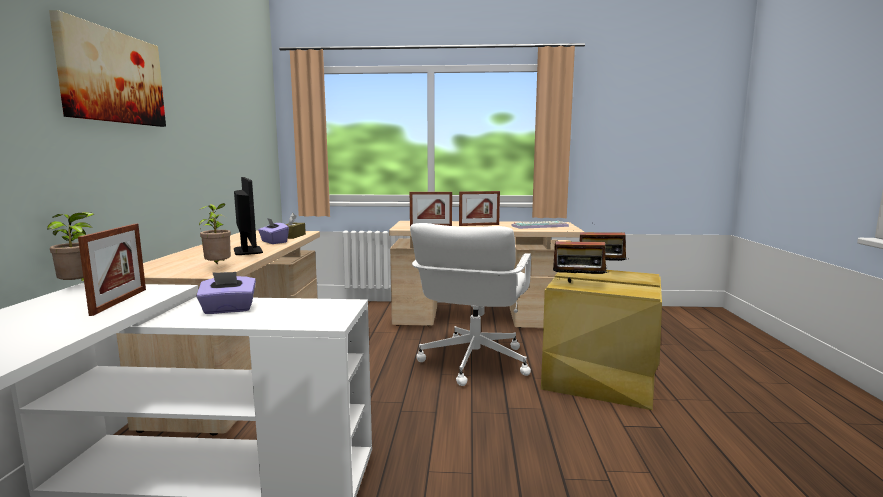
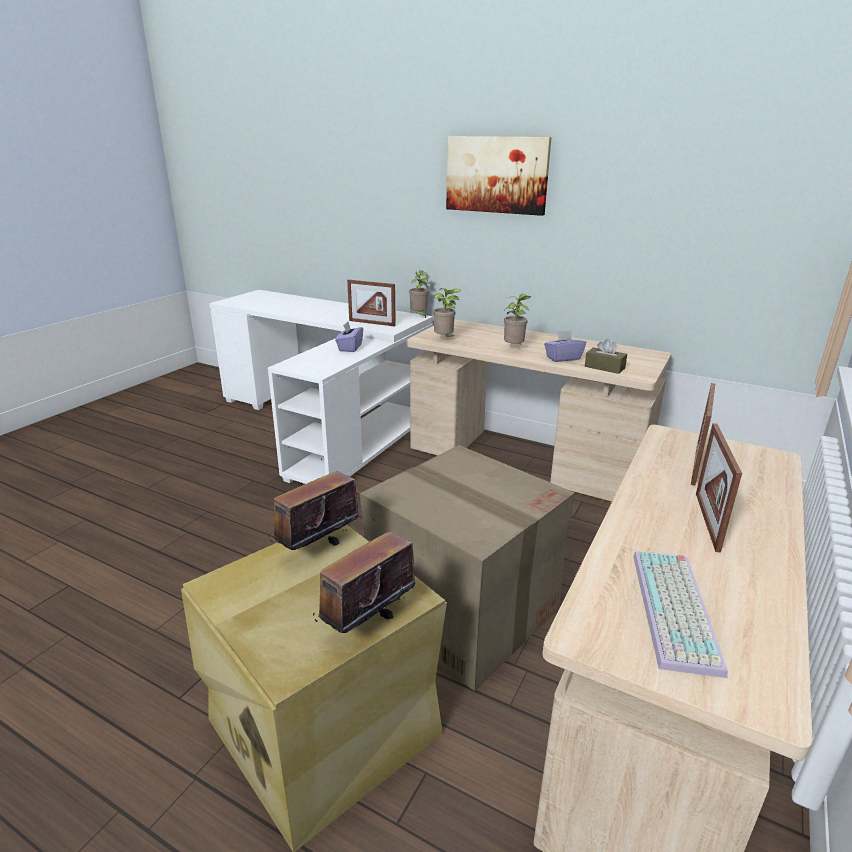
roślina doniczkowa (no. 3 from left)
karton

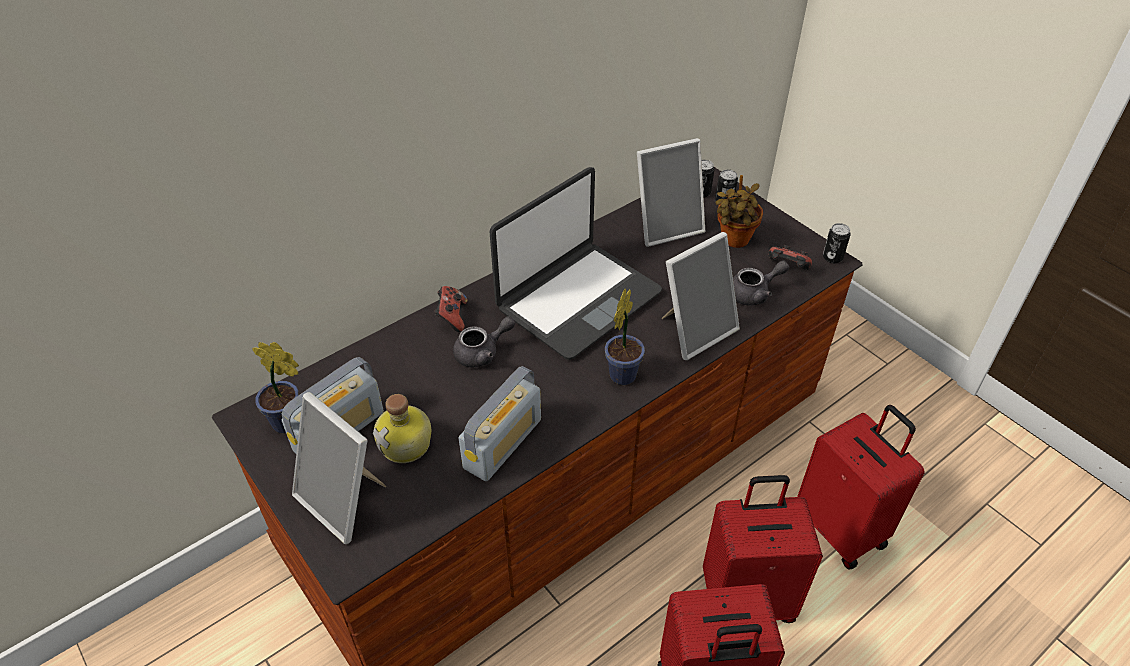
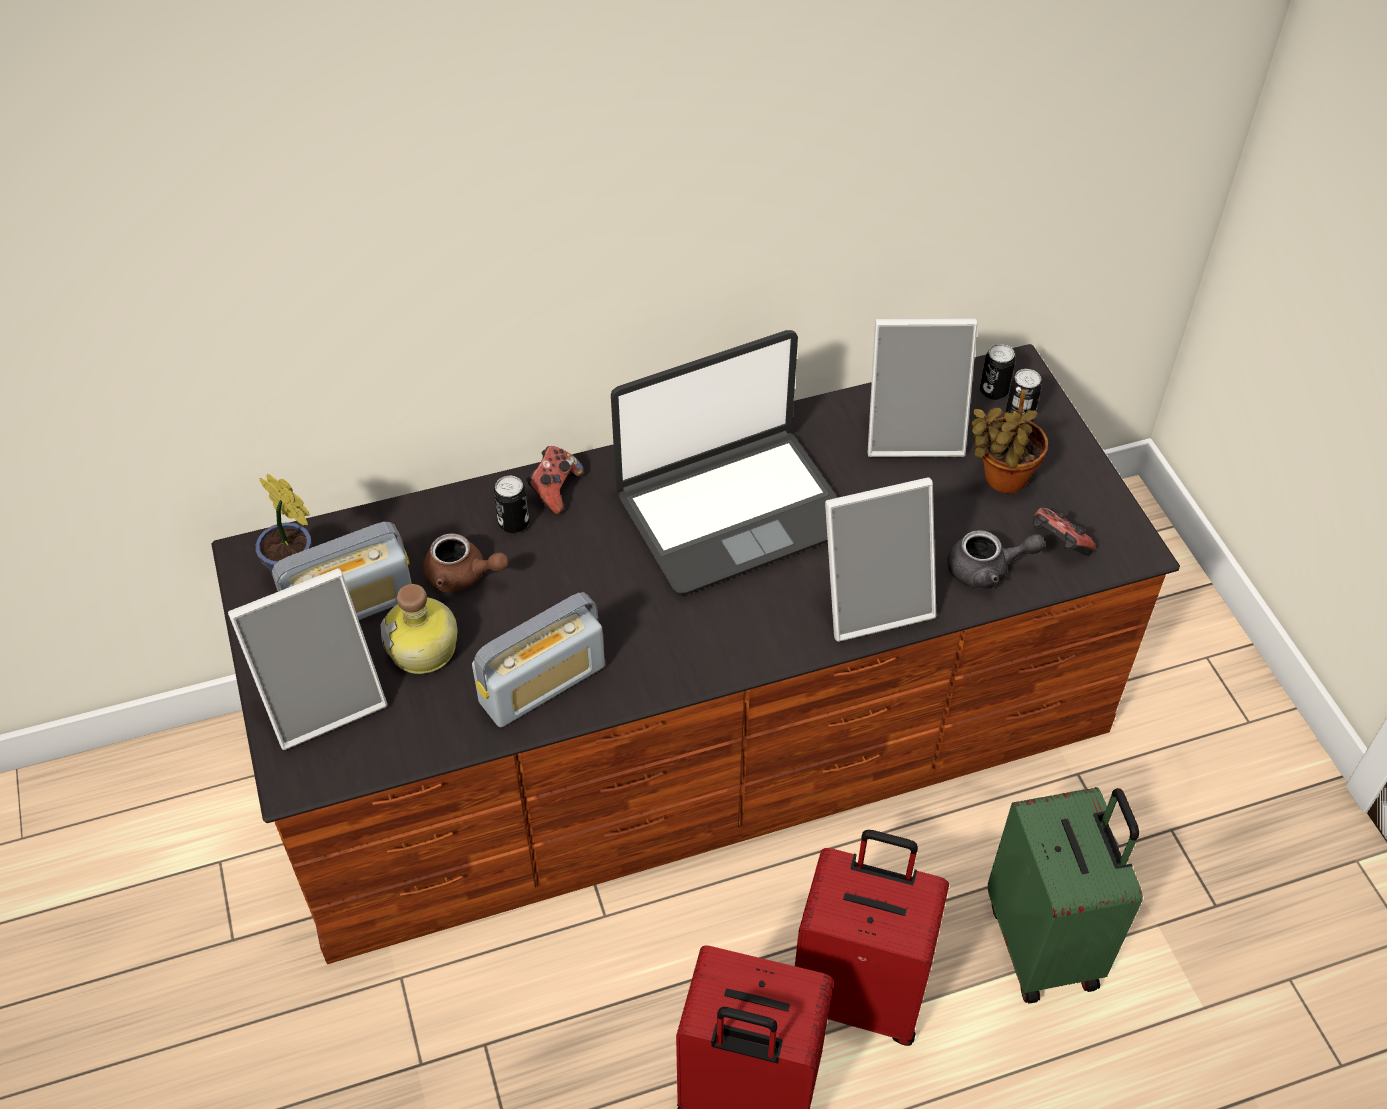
puszka (no. 1 from left)
roślina doniczkowa (no. 2 from left in the first image)
imbryk [szary] (no. 1 from left in the first image)
ramka na zdjęcie (no. 1 from left)
walizka [zielony]
imbryk [brązowy]

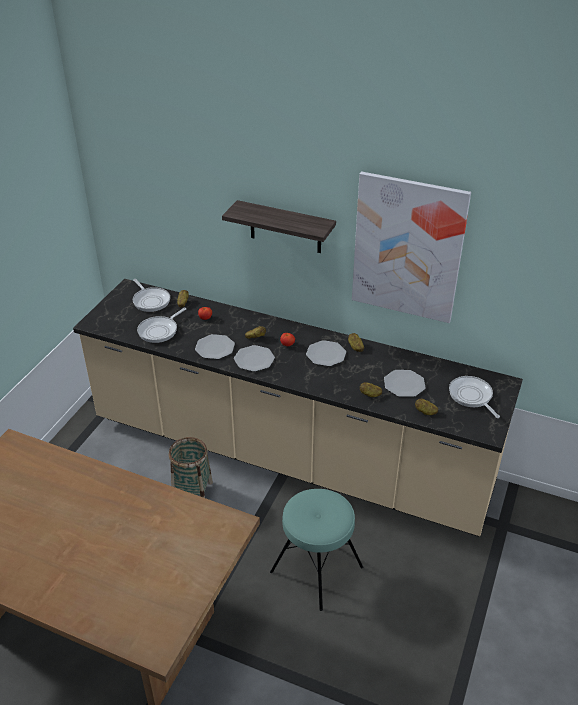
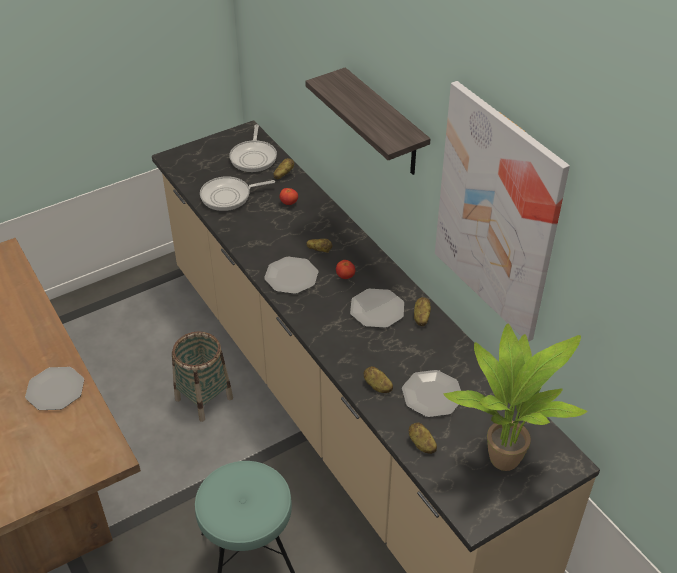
talerz (no. 1 from left)
roślina doniczkowa

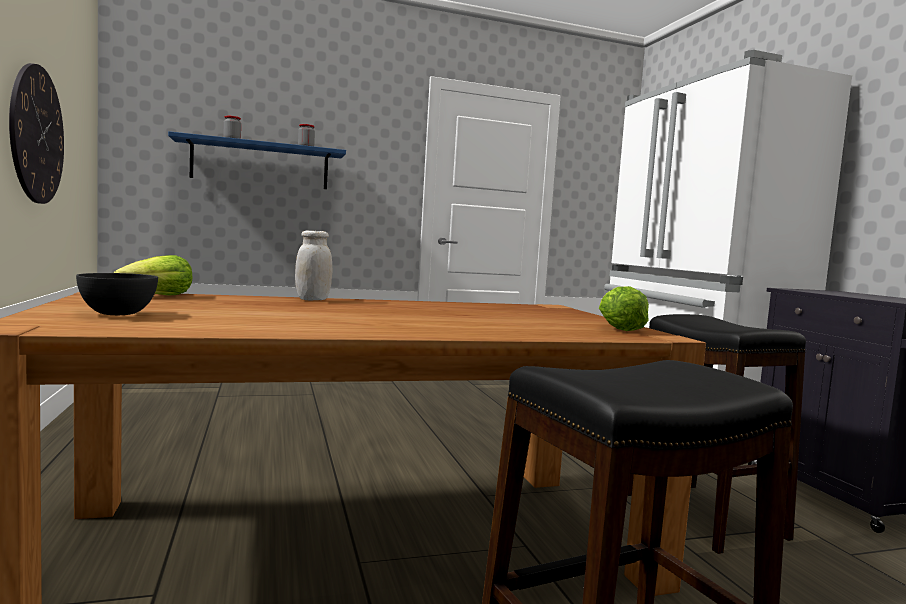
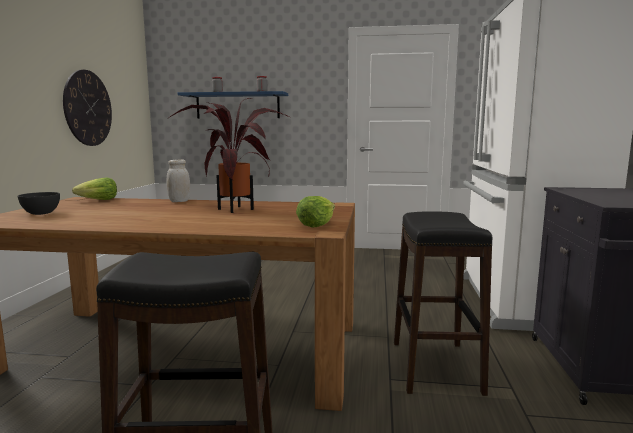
roślina doniczkowa

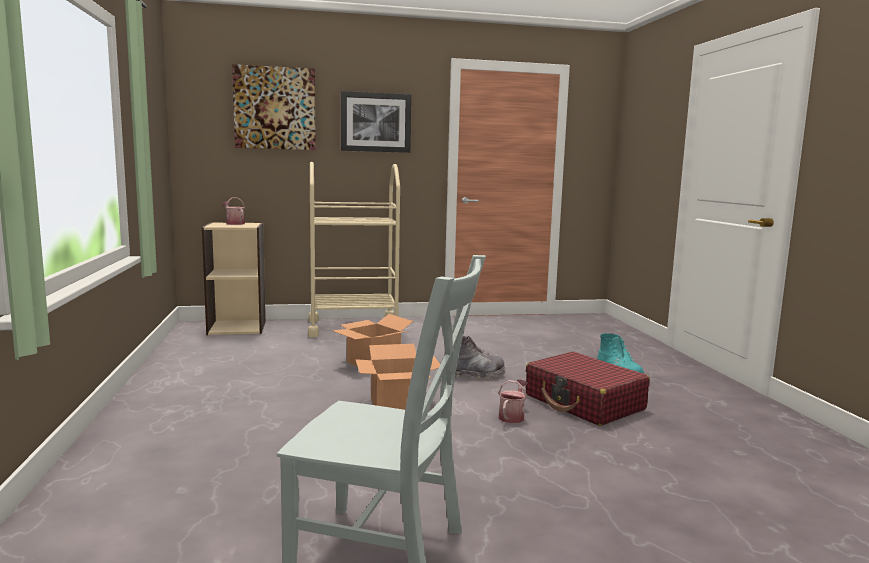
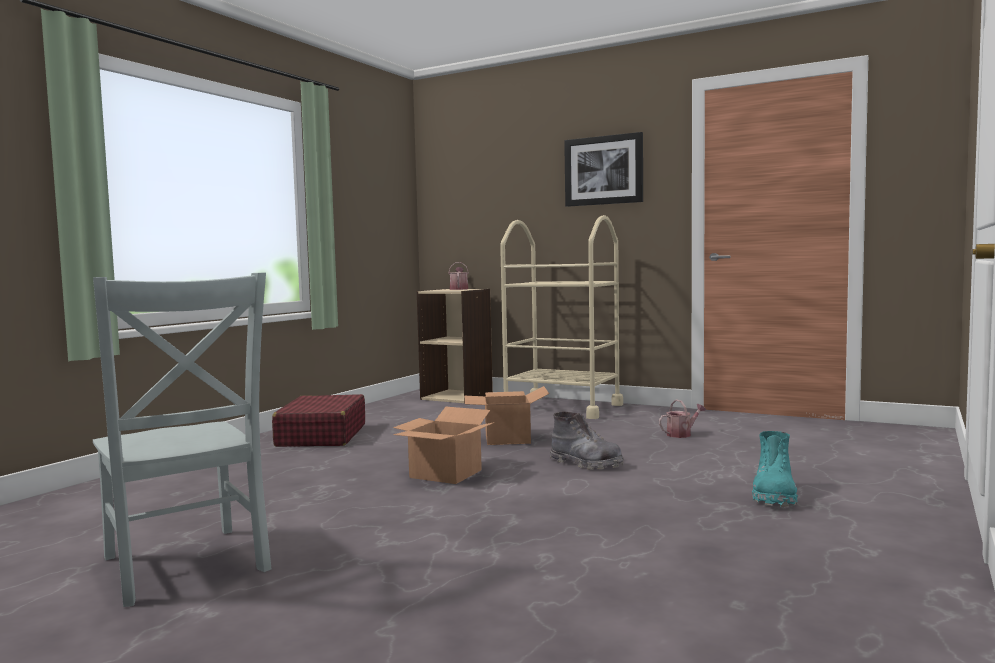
obraz (no. 1 from left in the first image)
walizka [czerwony]
konewka (no. 2 from left)

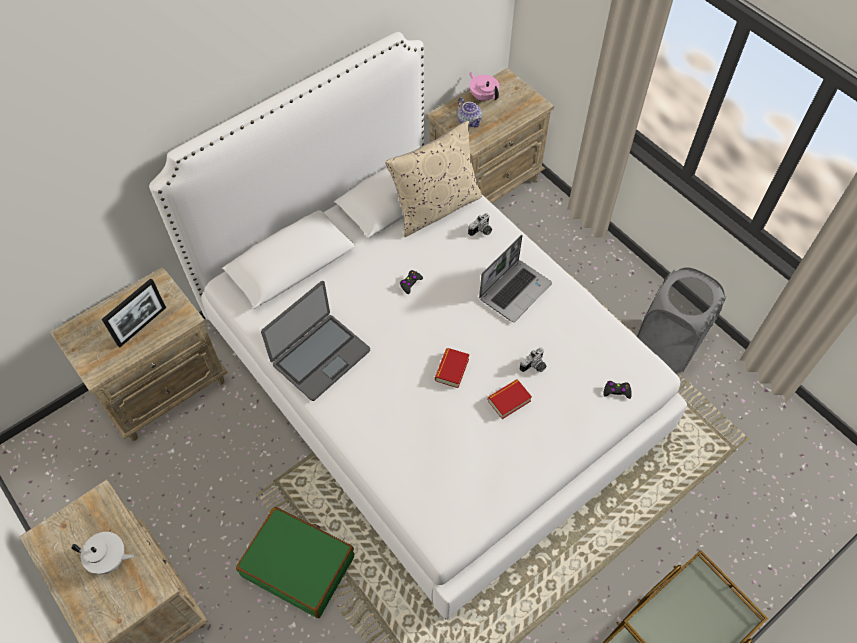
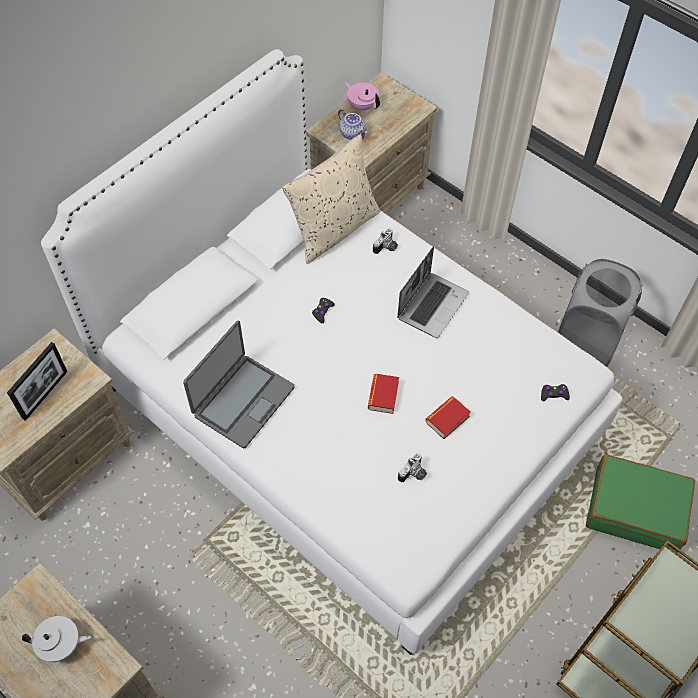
aparat fotograficzny (no. 2 from left)
walizka [zielony]

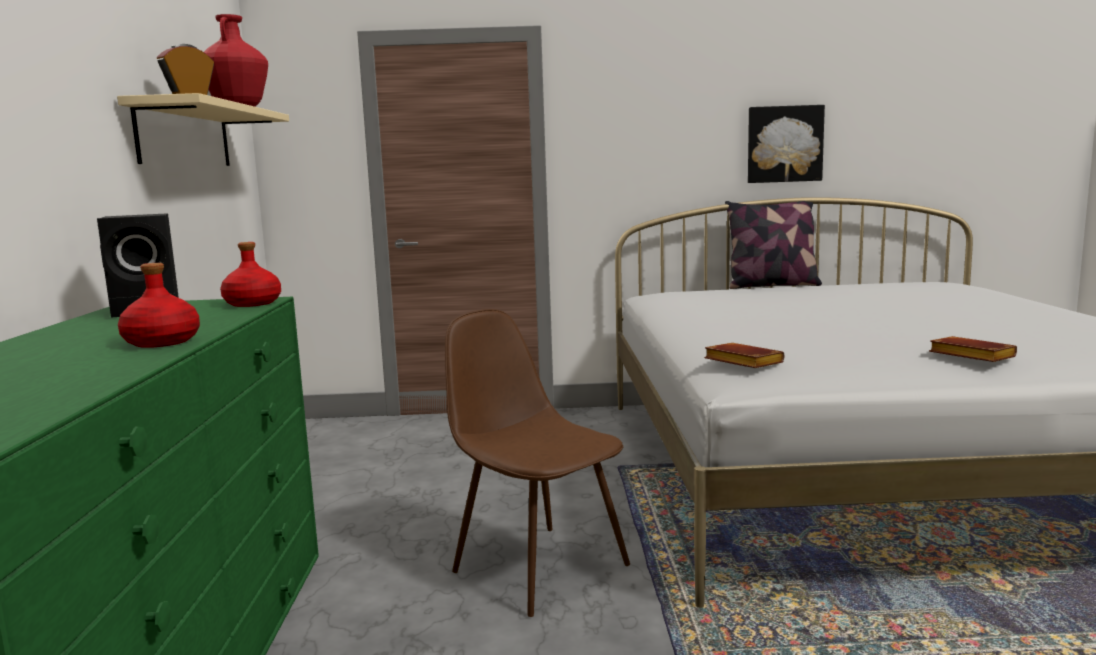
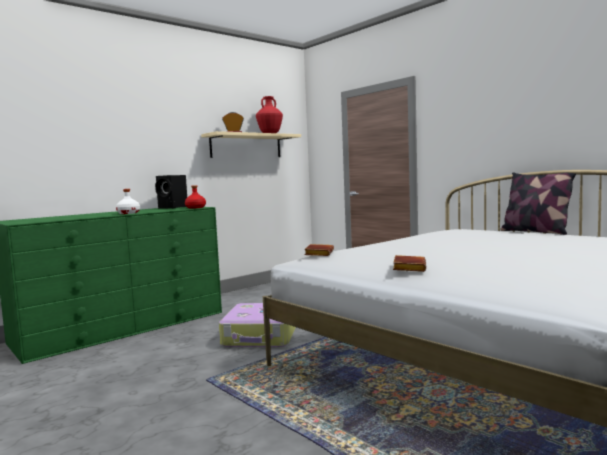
obraz
butelka [biały]
walizka

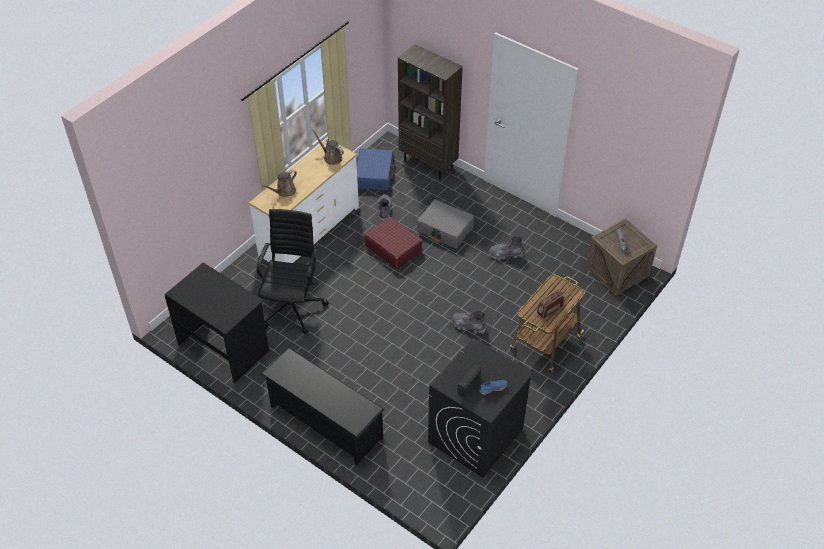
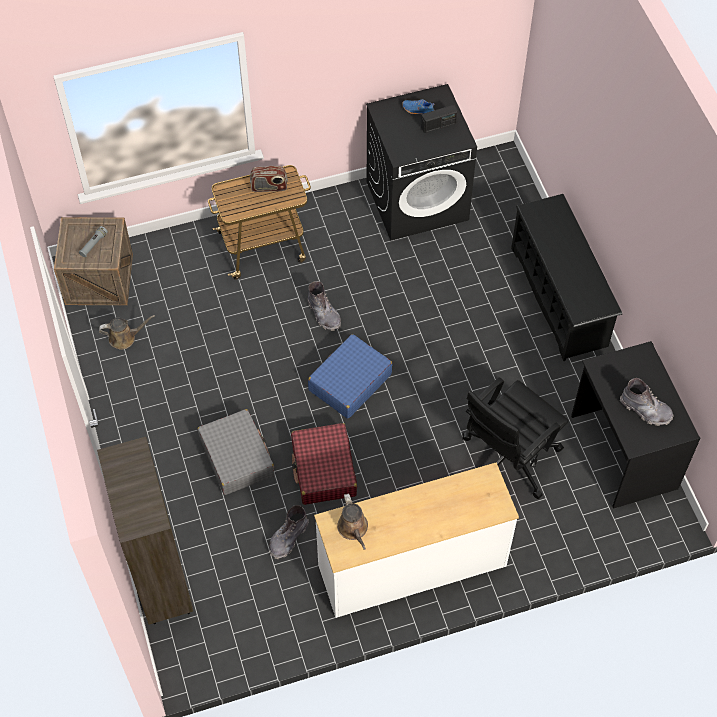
walizka [niebieski]
konewka [brązowy] (no. 1 from left)
but z cholewką [szary] (no. 3 from left)

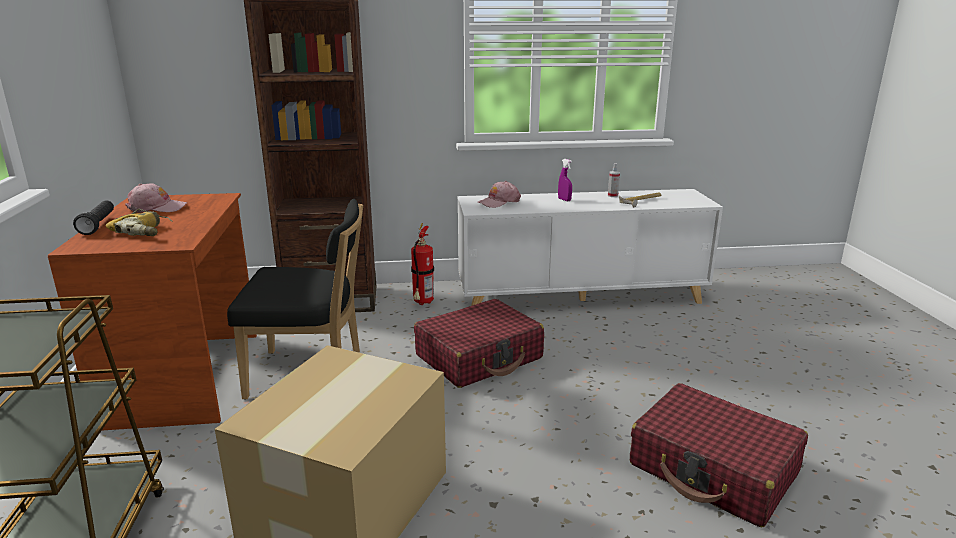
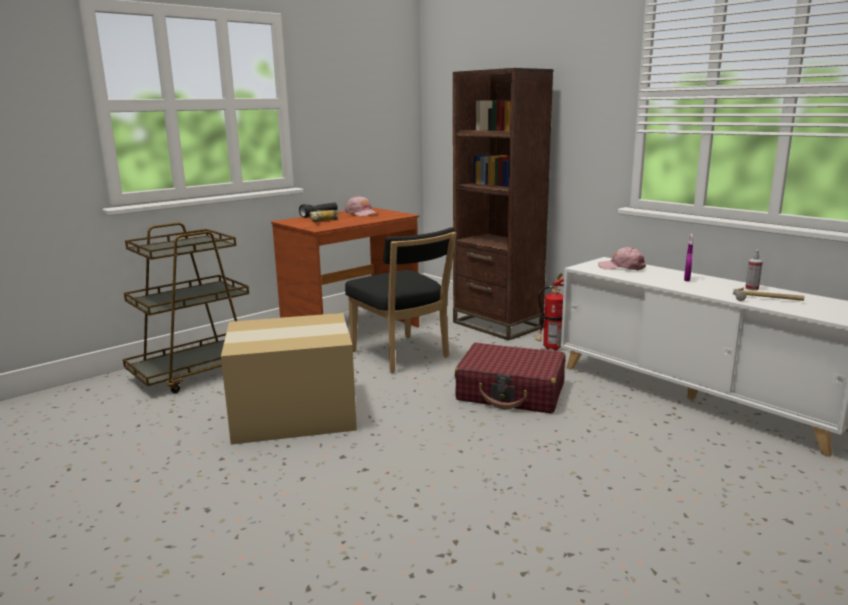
walizka [czerwony] (no. 2 from left in the first image)

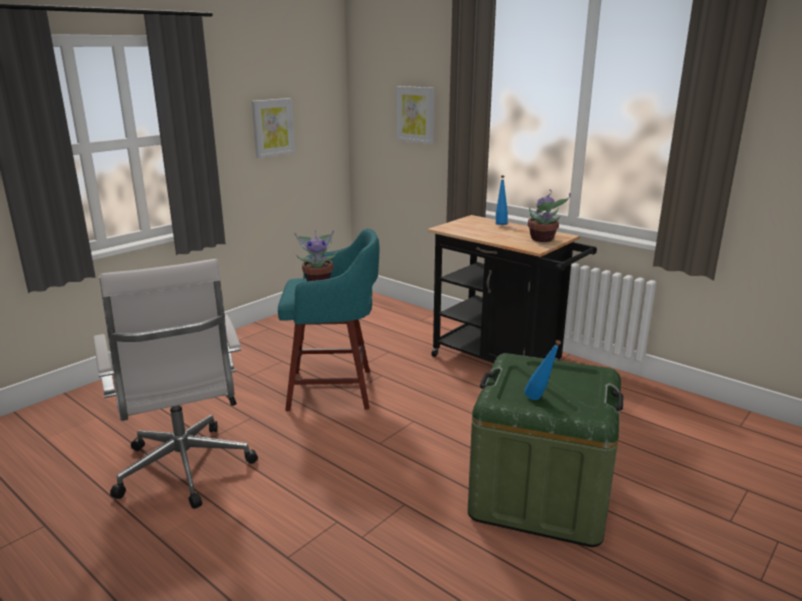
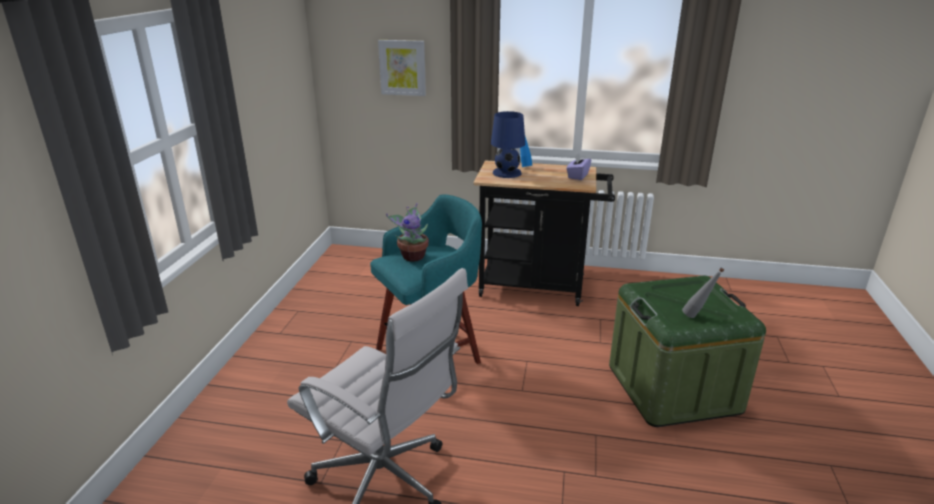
obraz (no. 1 from left in the first image)
pudełko chusteczek [fioletowy]
butelka [szary]
lampa stołowa [niebieski]

